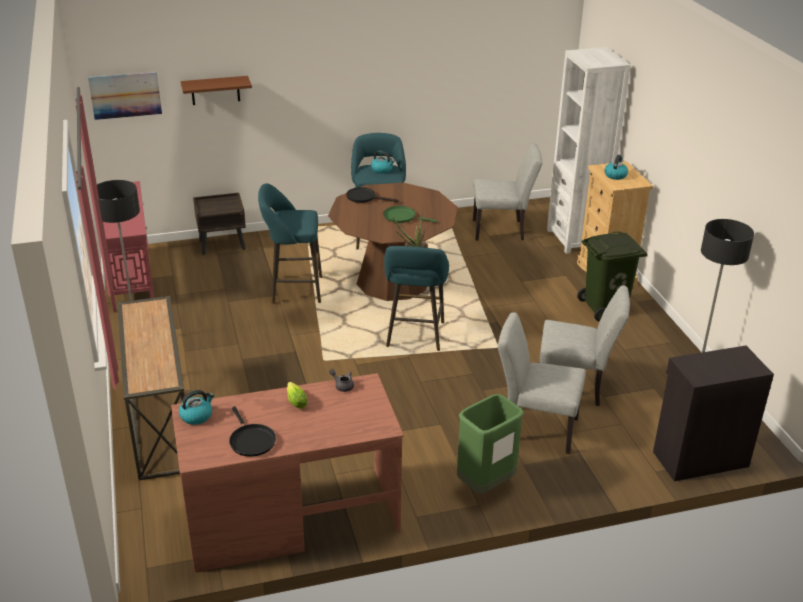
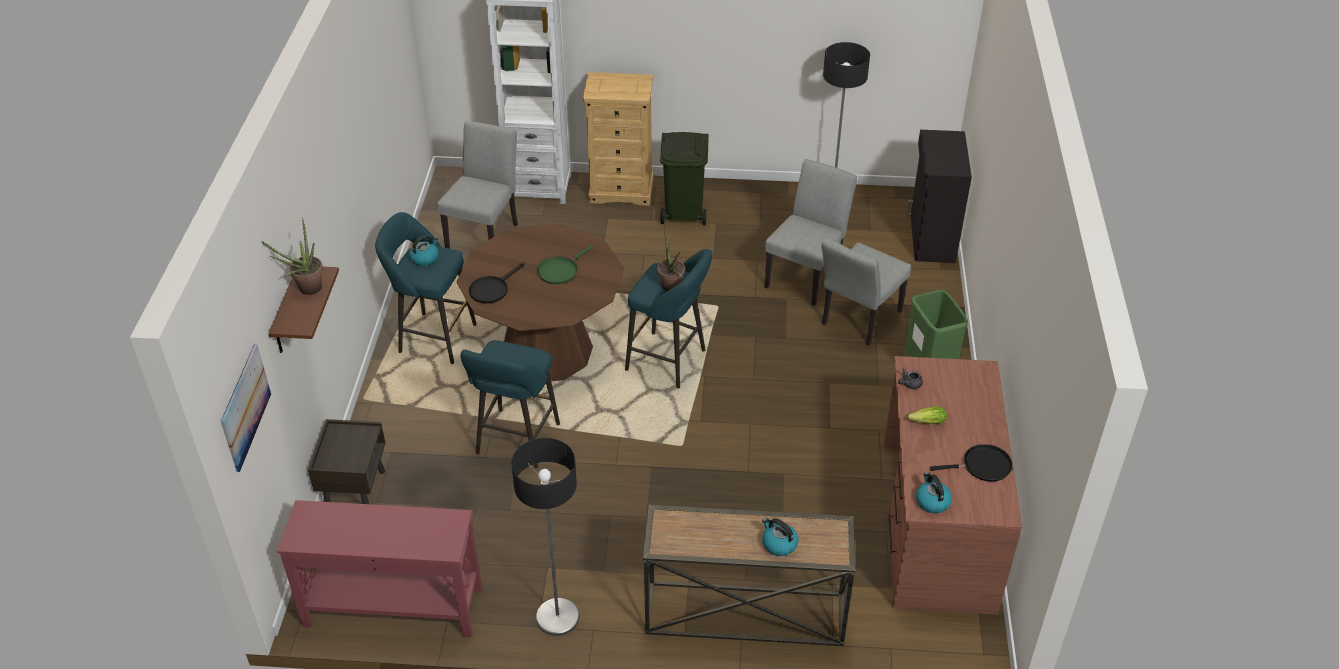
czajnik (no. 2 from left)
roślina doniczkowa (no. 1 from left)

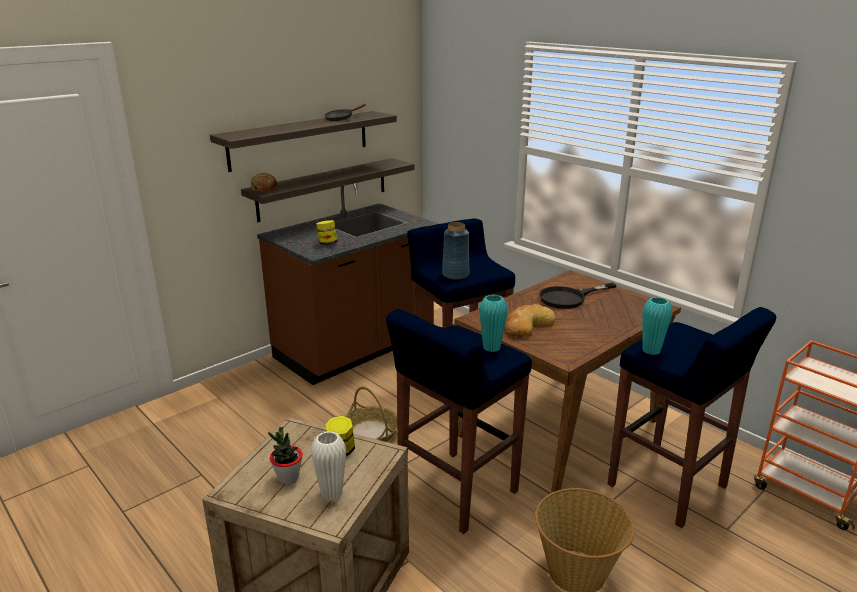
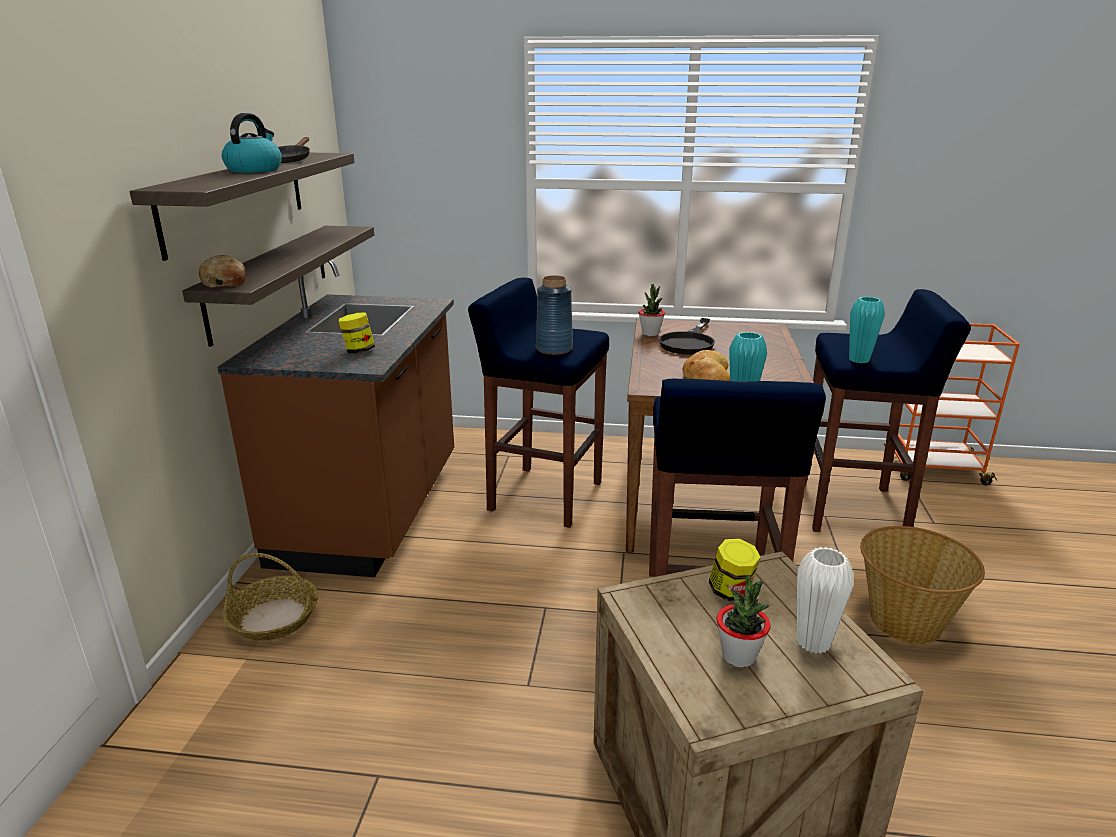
koszyk (no. 1 from left)
czajnik
roślina doniczkowa (no. 1 from left)

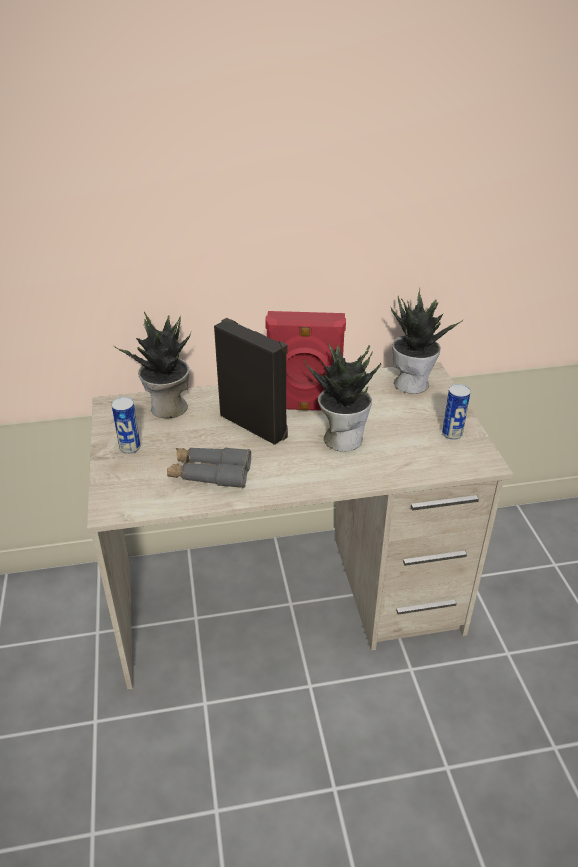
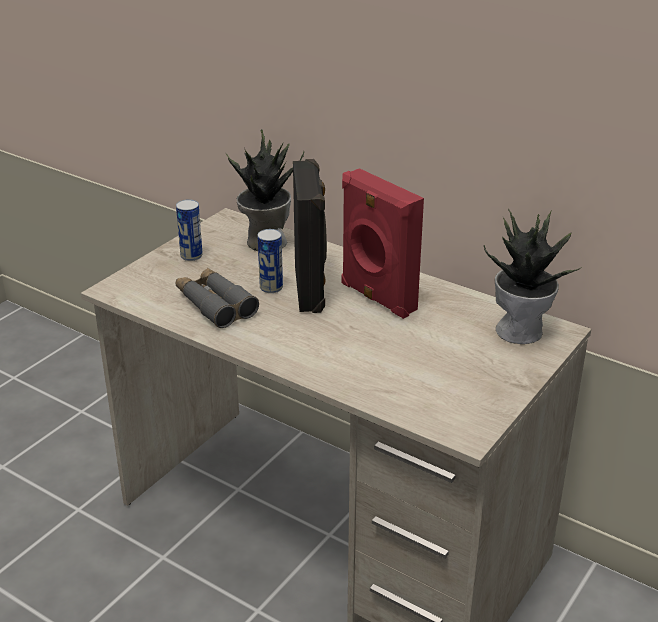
roślina doniczkowa (no. 2 from left in the first image)
puszka (no. 2 from left)

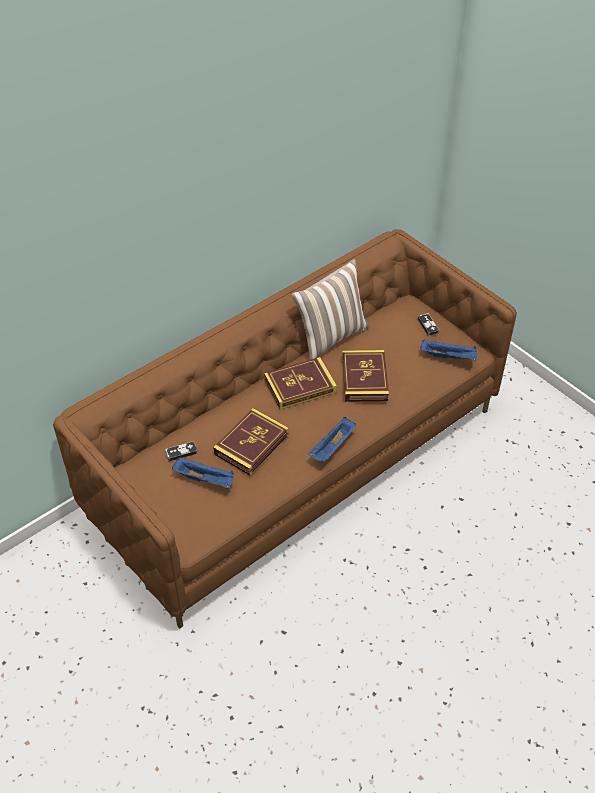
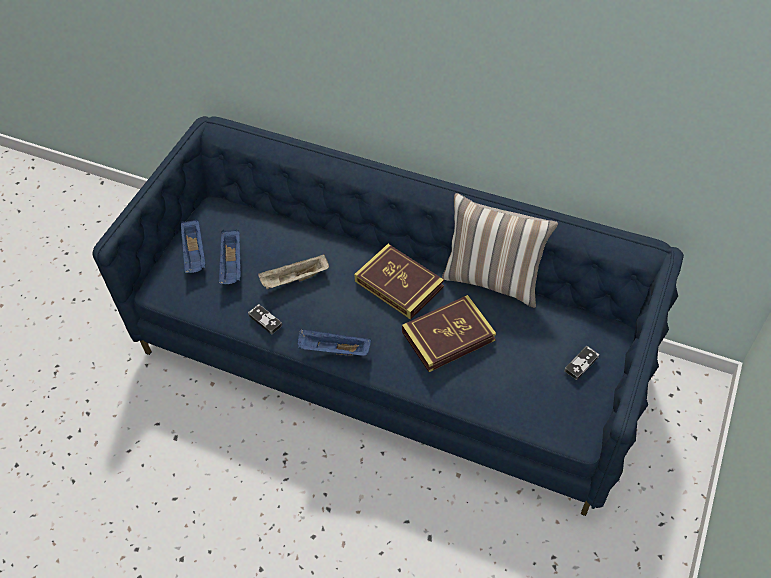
kanapa [niebieski]
taca [niebieski] (no. 1 from left)
taca [beżowy]
pad do gier (no. 1 from left)

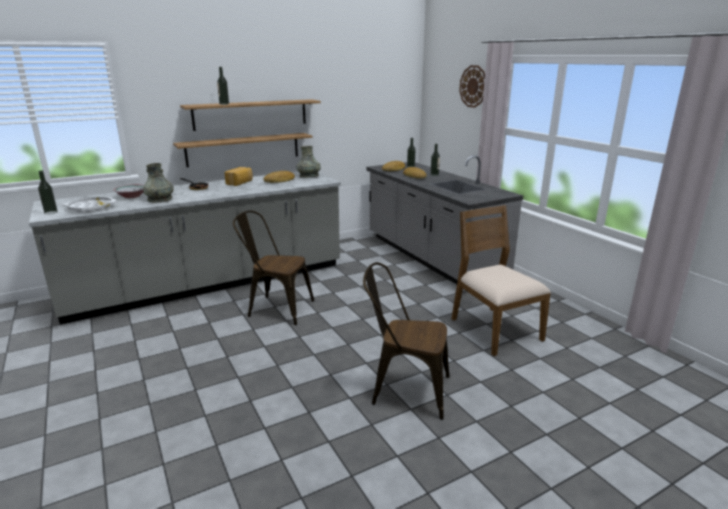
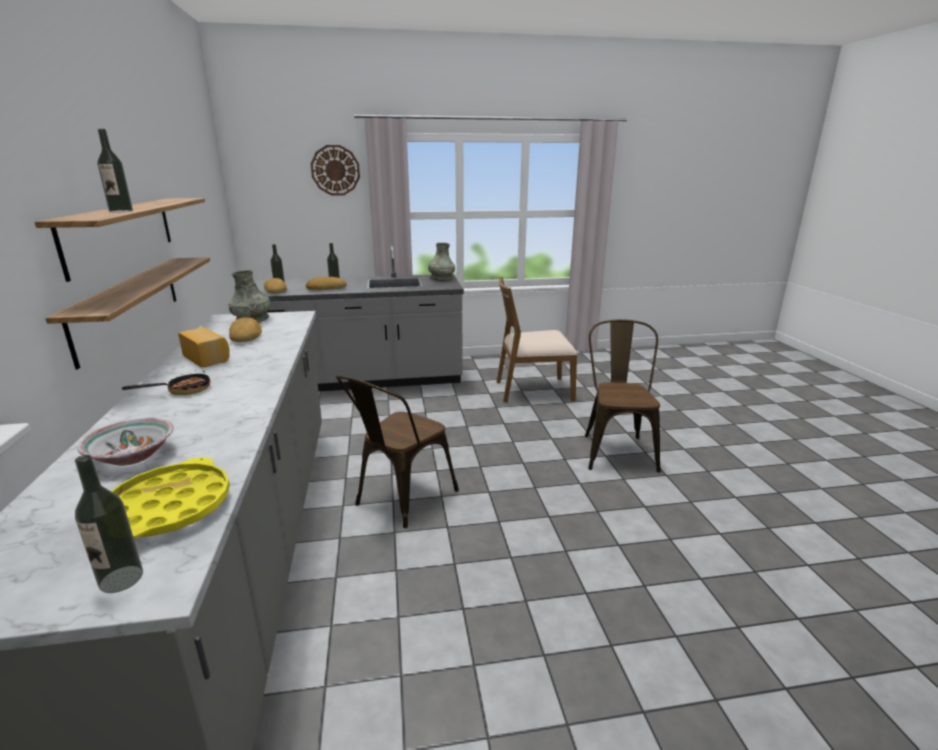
wazon [szary] (no. 2 from left)
taca [żółty]
krzesło [brązowy] (no. 3 from left)

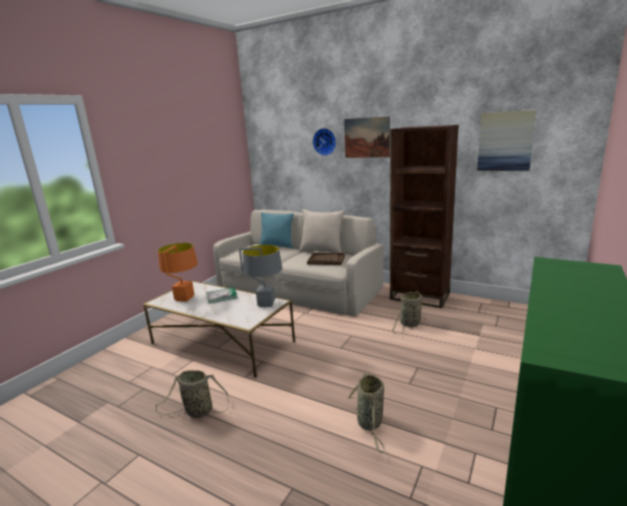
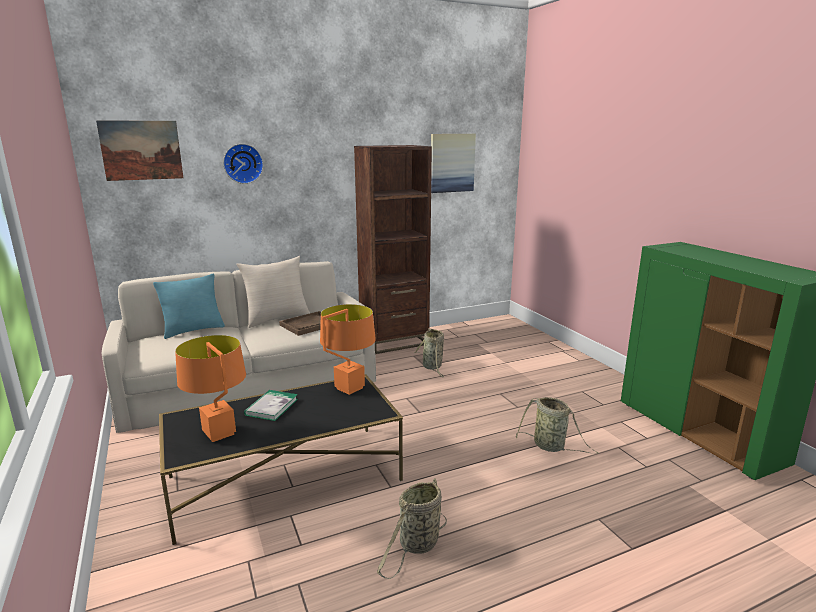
obraz (no. 1 from left)
lampa stołowa [pomarańczowy] (no. 2 from left)
ława [czarny]

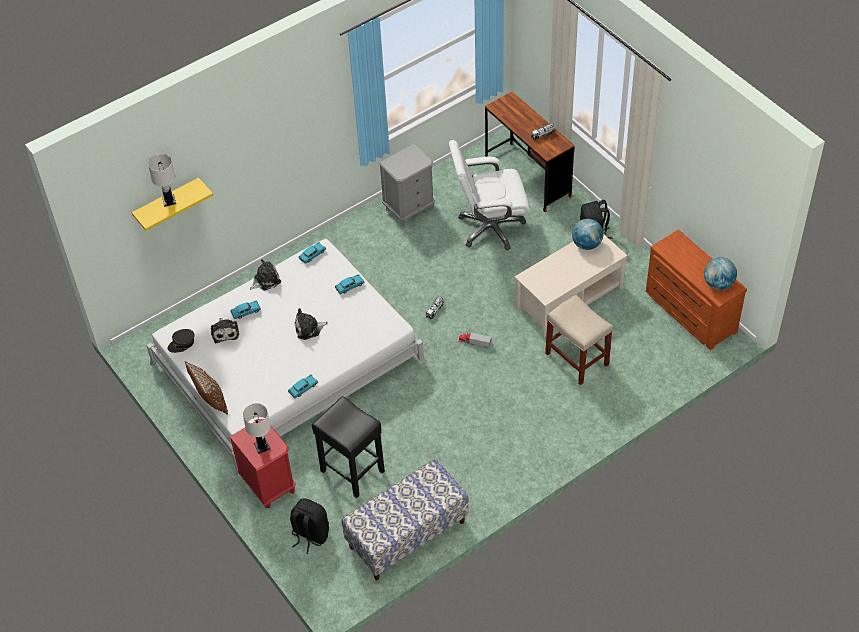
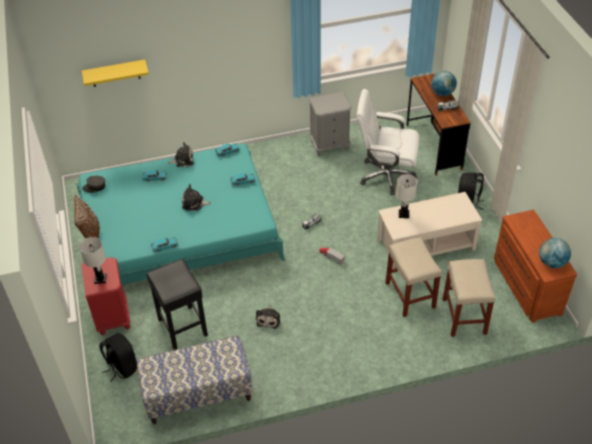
lampa stołowa [biały] (no. 2 from left)
globus (no. 1 from left)
łóżko [turkusowy]
pluszak (no. 3 from left)
stołek [beżowy] (no. 2 from left)

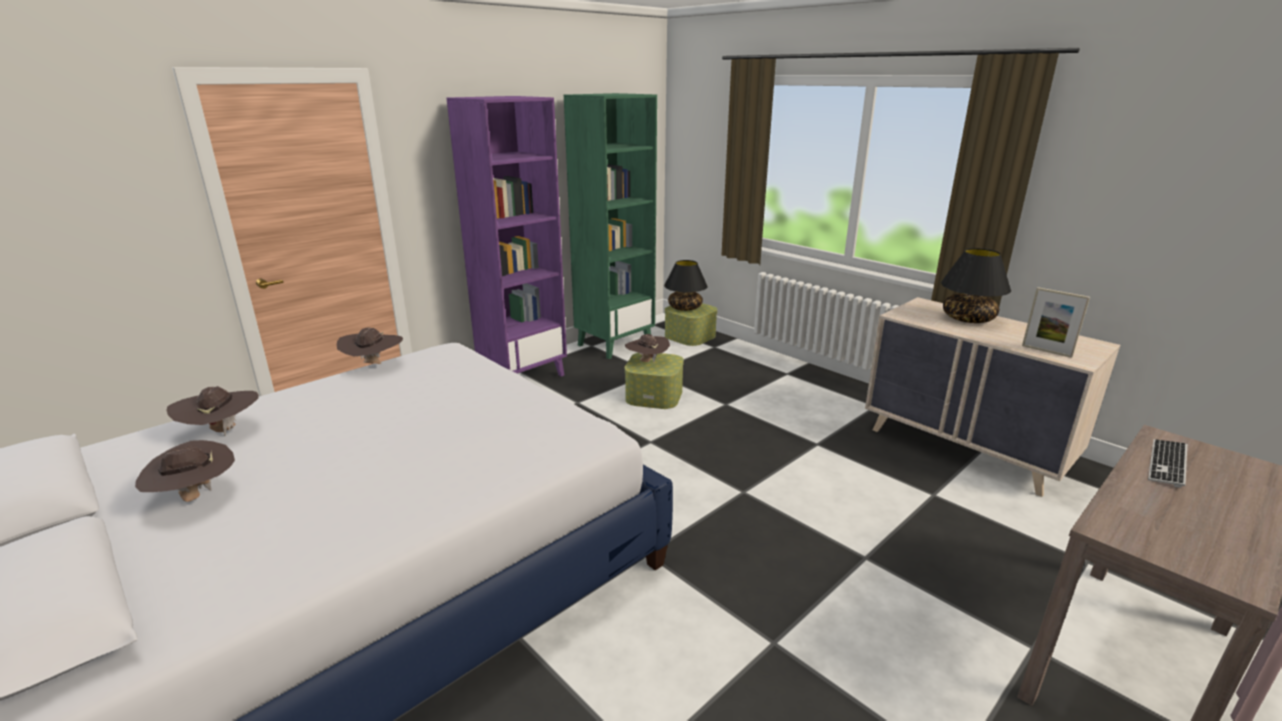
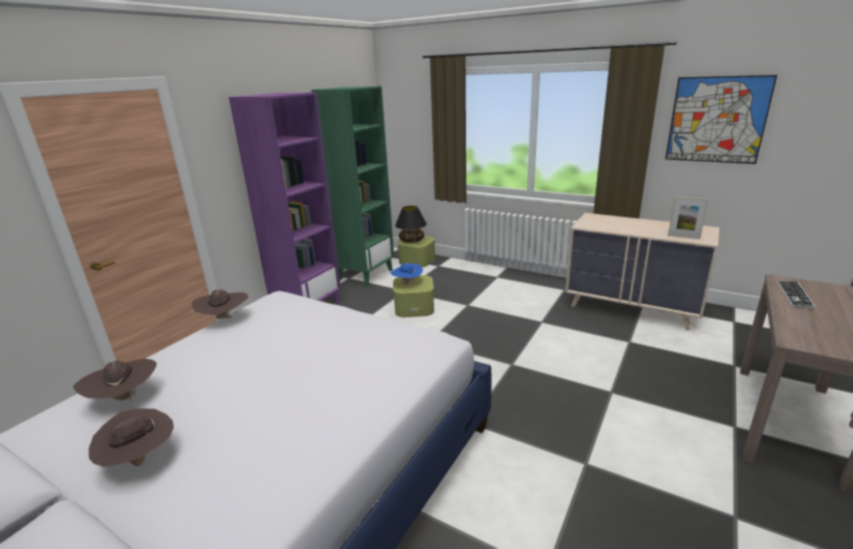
lampa stołowa [czarny] (no. 2 from left in the first image)
kapelusz [niebieski]
obraz

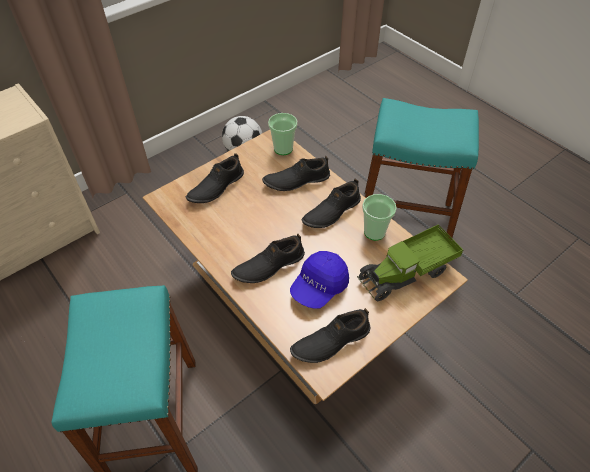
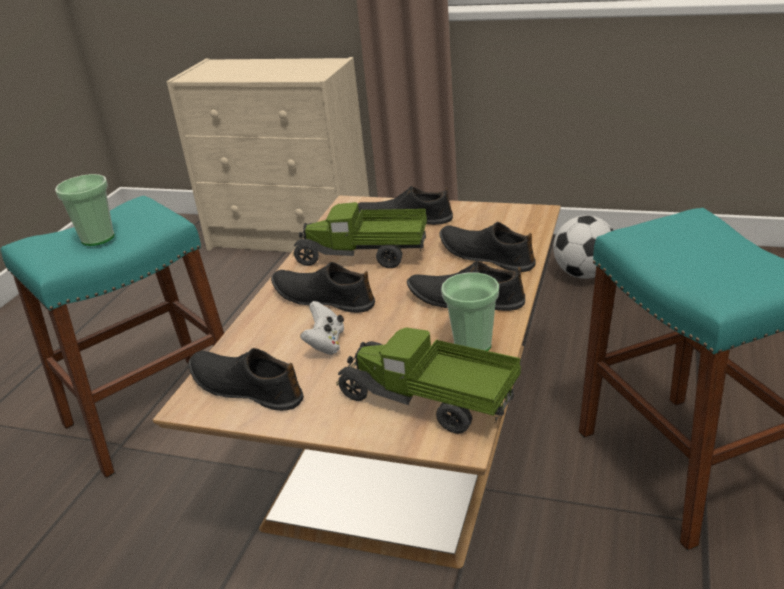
filiżanka (no. 1 from left)
pad do gier [biały]
ciężarówka zabawkowa (no. 1 from left)

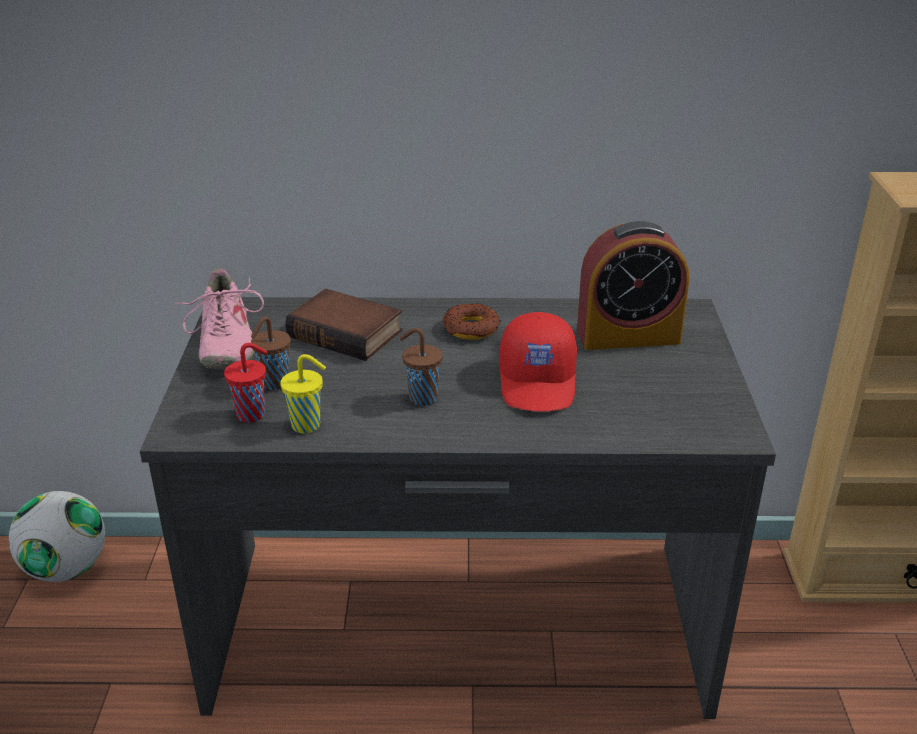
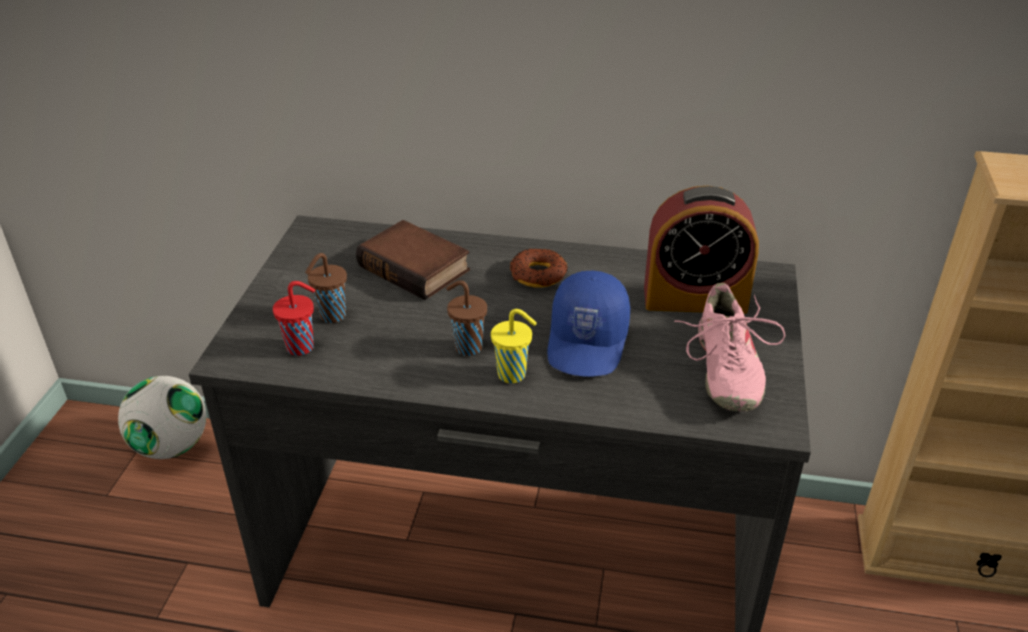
but [różowy]
czapka z daszkiem [niebieski]
filiżanka [żółty]

